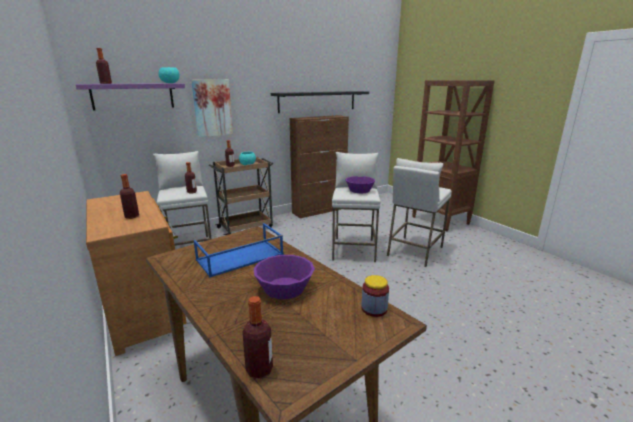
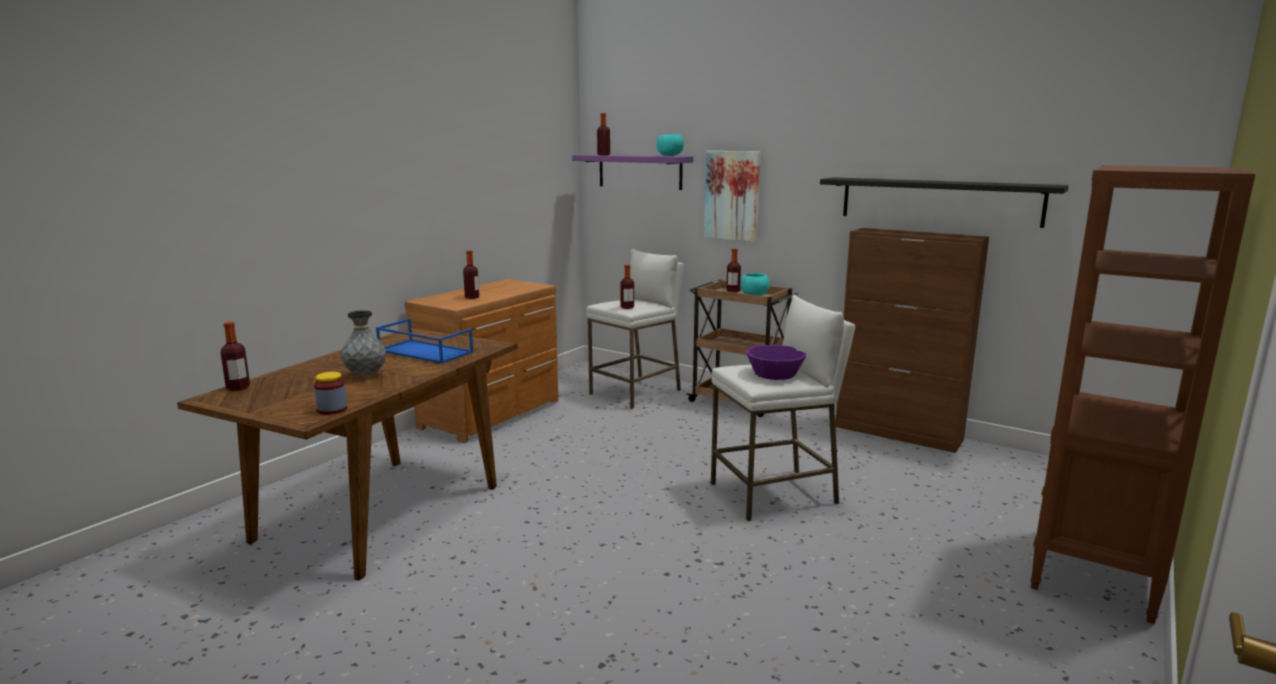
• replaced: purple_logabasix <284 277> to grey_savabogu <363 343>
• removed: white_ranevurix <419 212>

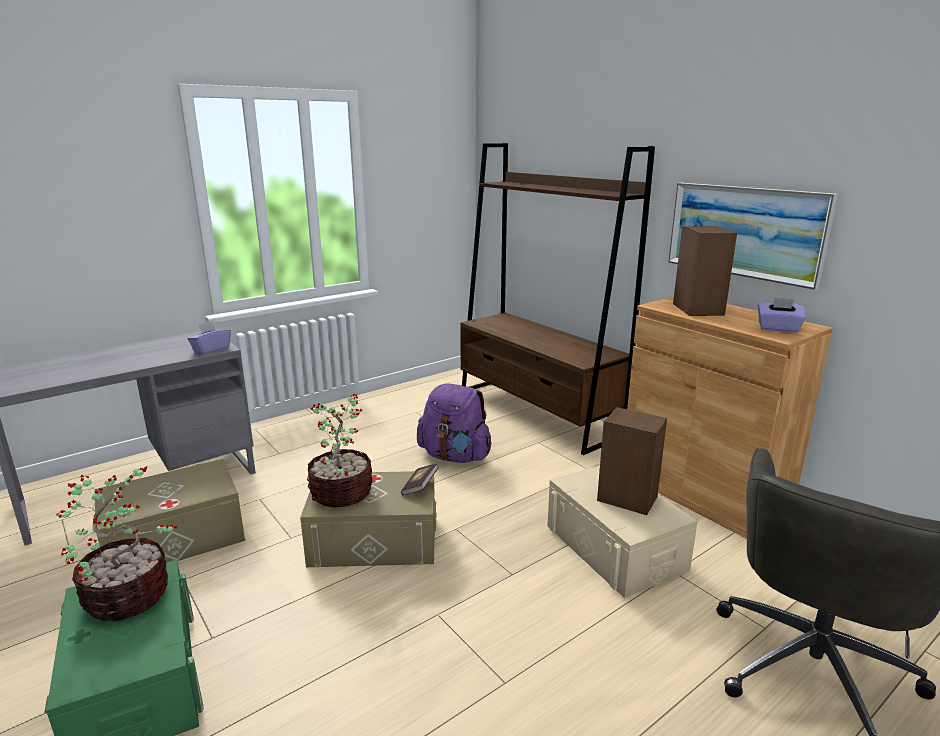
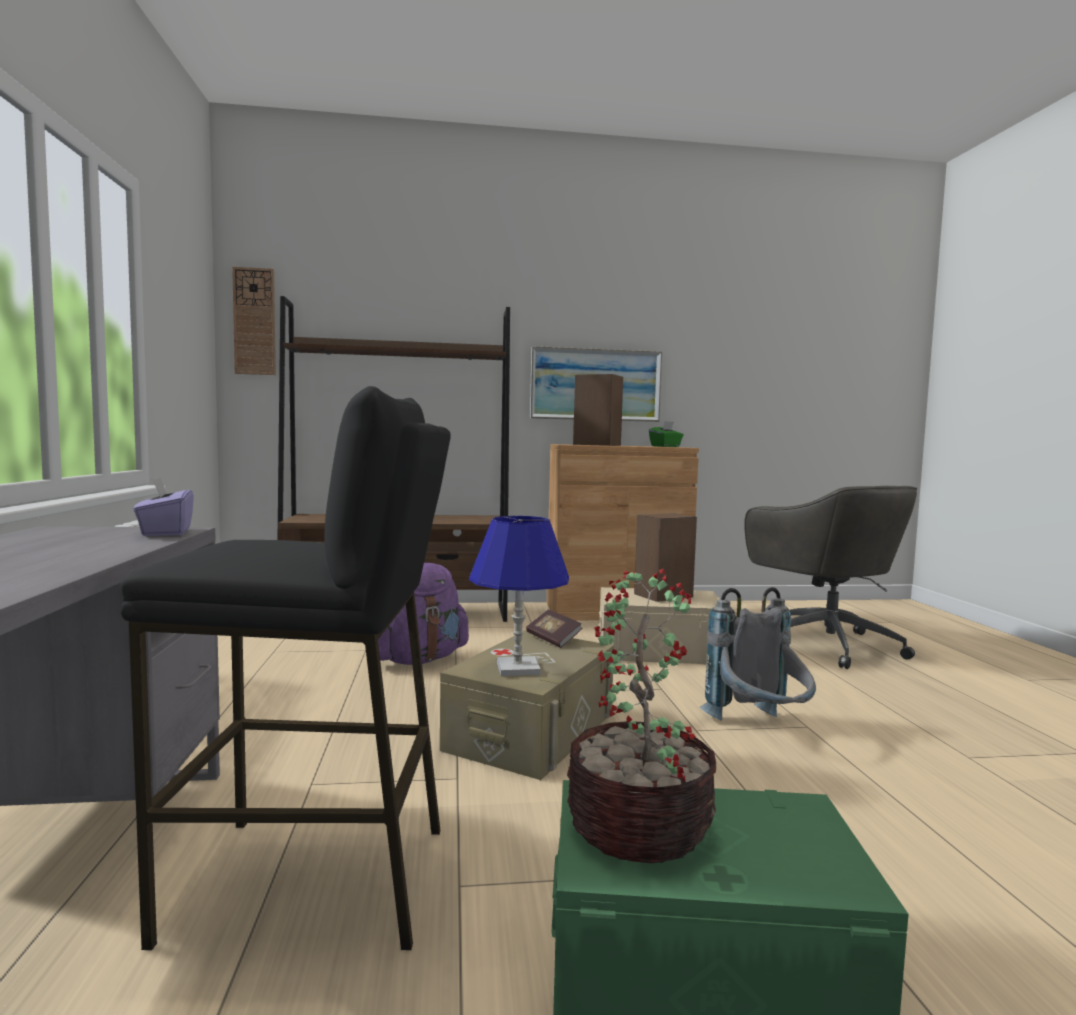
• replaced: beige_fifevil <169 510> to black_ranevurix <285 668>
• added: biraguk <254 320>
• replaced: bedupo <339 451> to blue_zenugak <519 596>
• recoloured: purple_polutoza <782 314> to green_polutoza <666 434>
• added: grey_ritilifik <758 654>

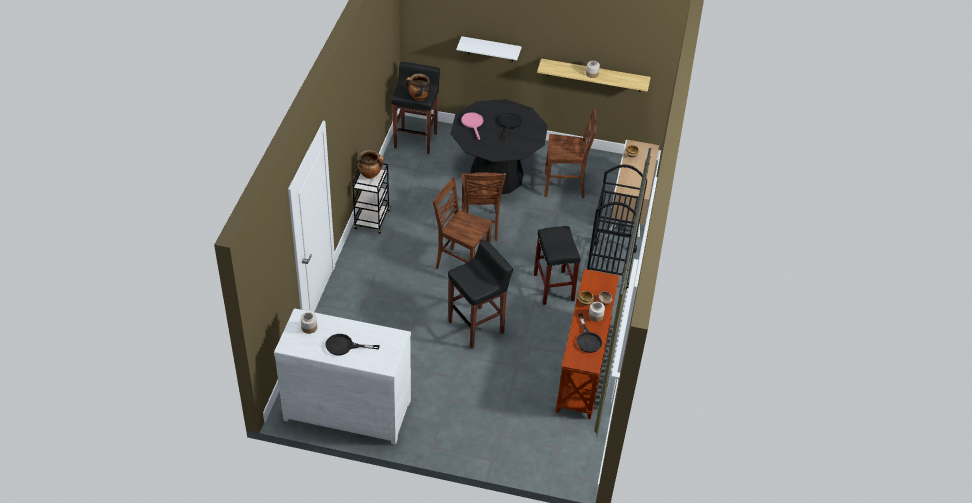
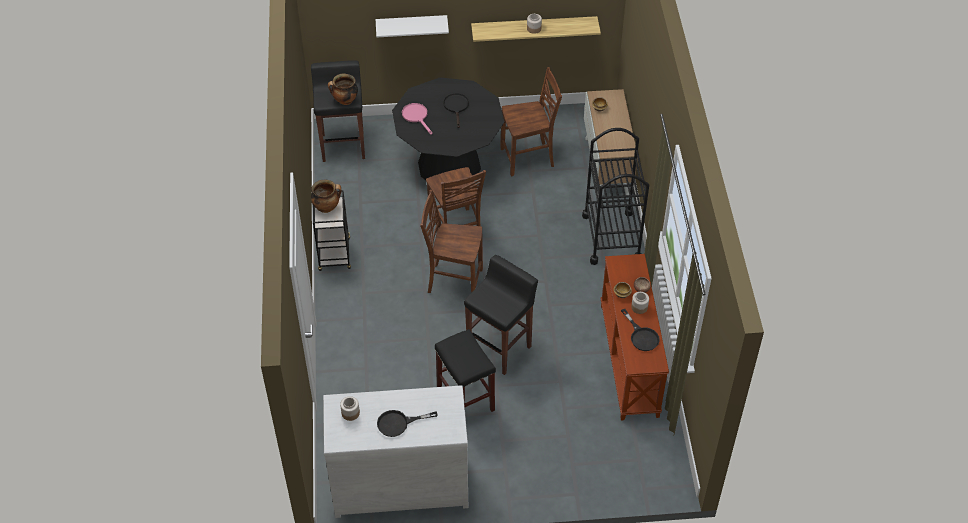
• moved: black_ranevurix <557 265> to <465 370>

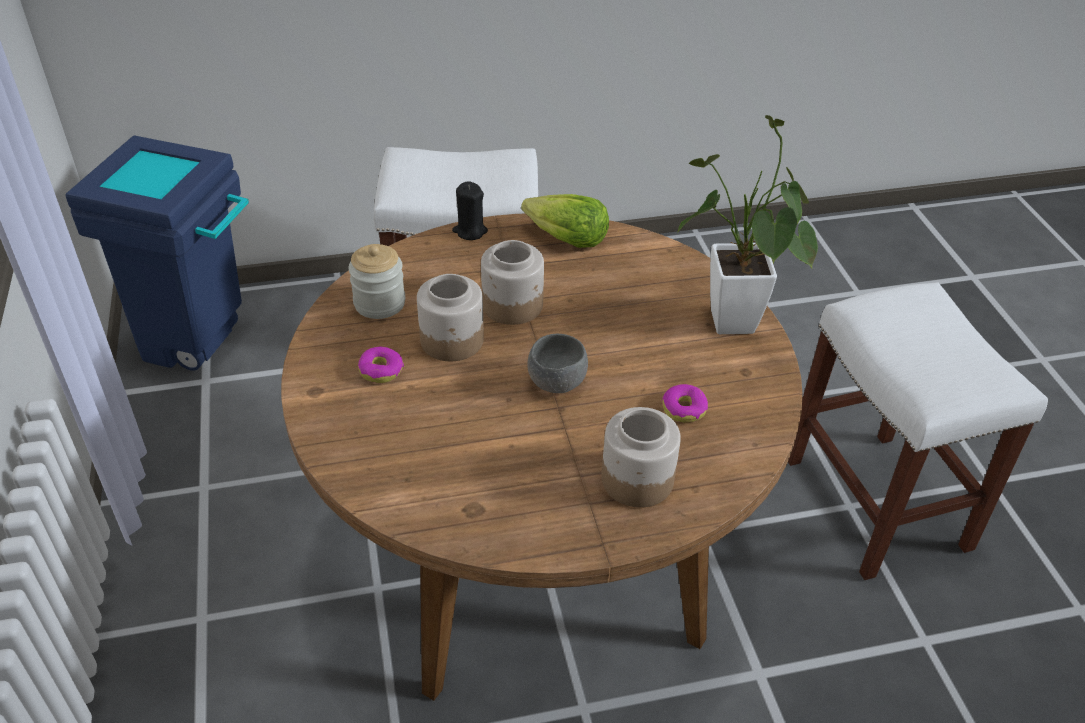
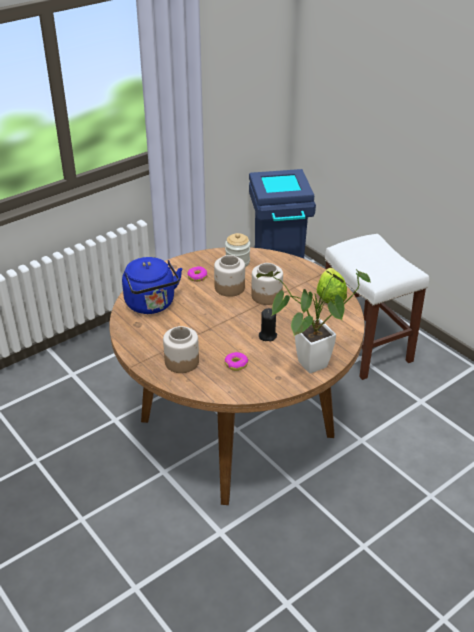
• added: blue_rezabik <152 285>
• moved: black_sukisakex <470 210> to <268 324>
• removed: grey_logabasix <558 363>
• removed: white_ranevurix <918 431>

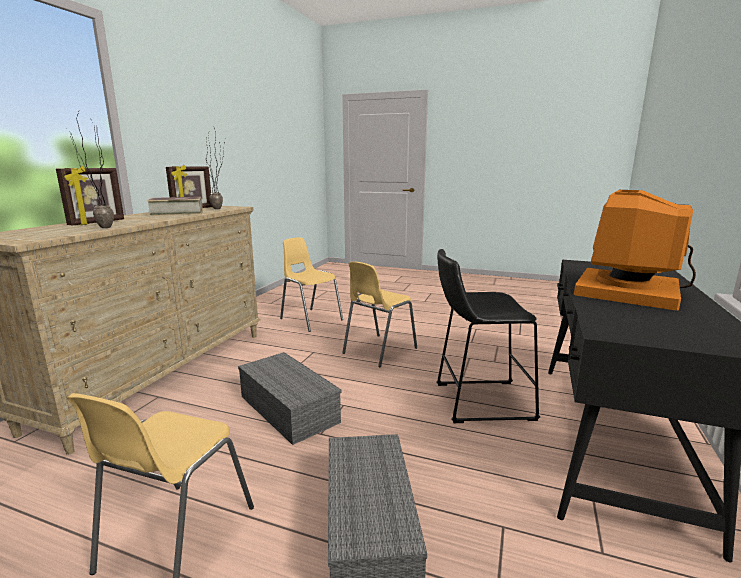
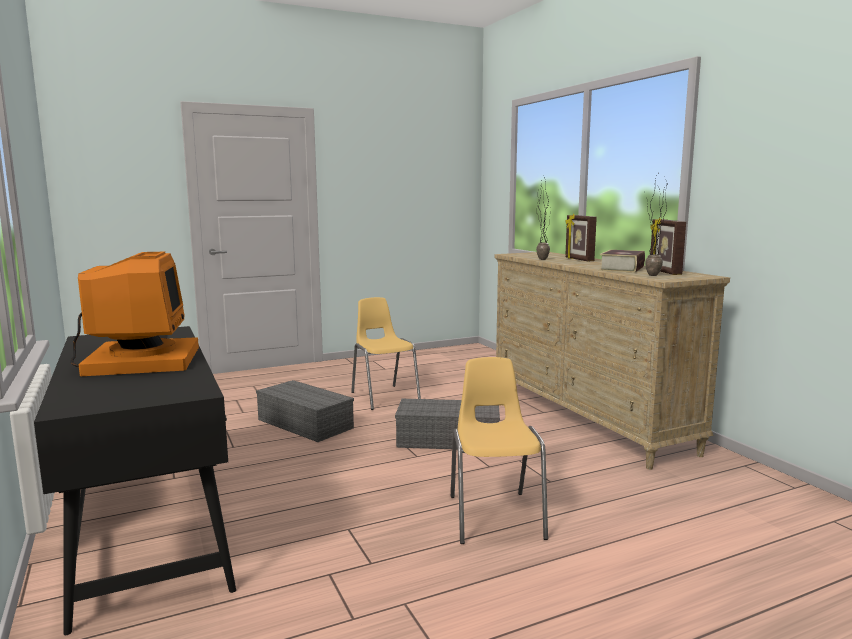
• removed: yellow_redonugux <311 284>
• removed: black_ranevurix <488 336>

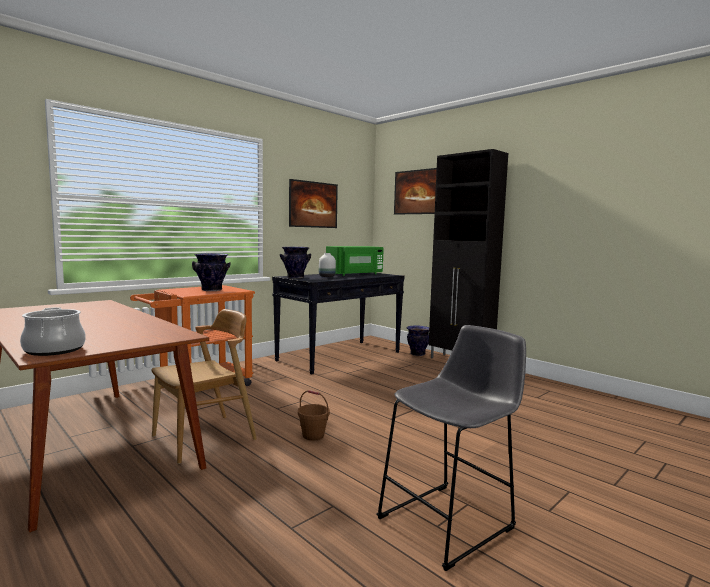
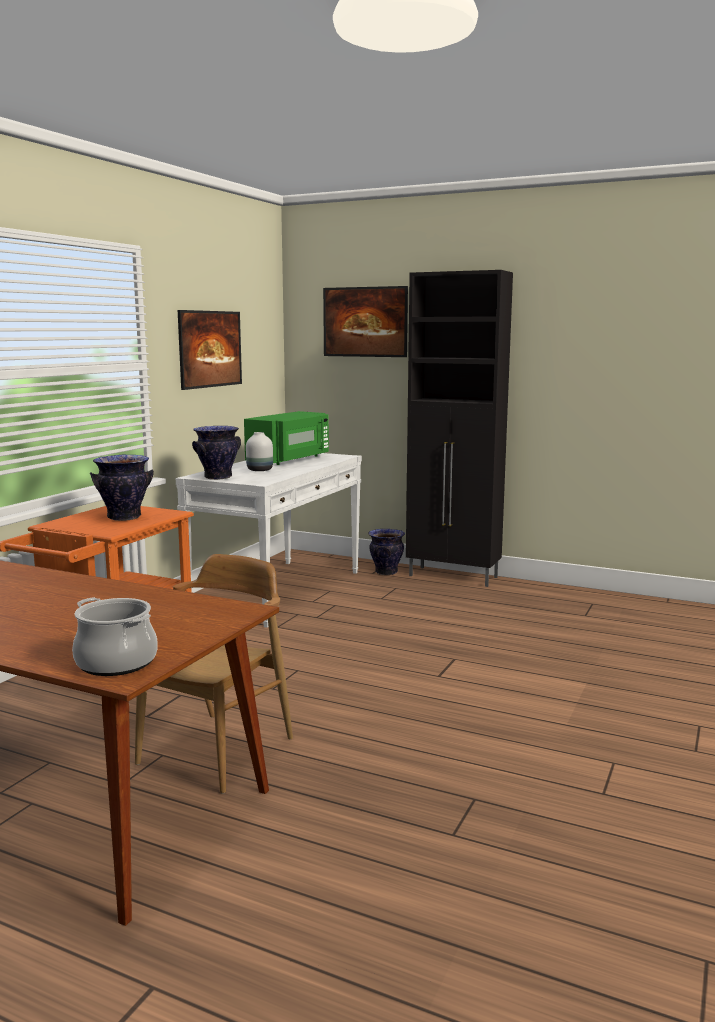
• recoloured: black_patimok <338 323> to white_patimok <269 540>
• removed: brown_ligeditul <314 415>
• removed: grey_ranevurix <451 448>

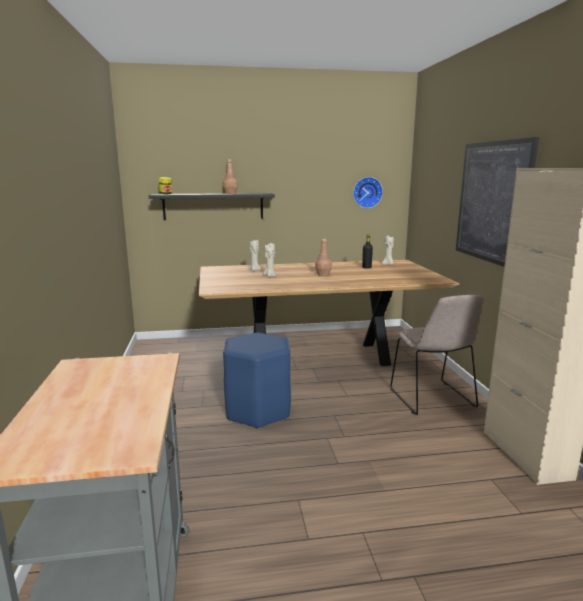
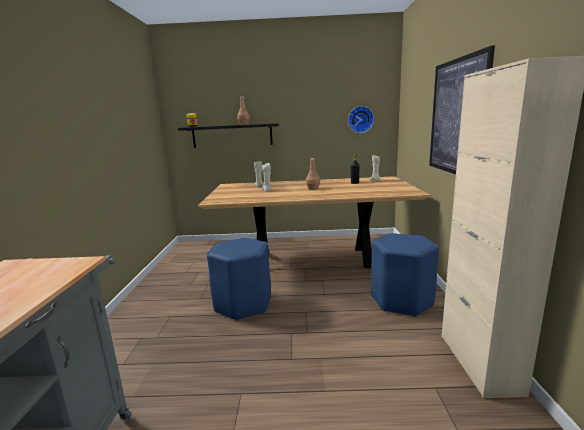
• replaced: beige_redonugux <437 355> to blue_ranevurix <405 275>

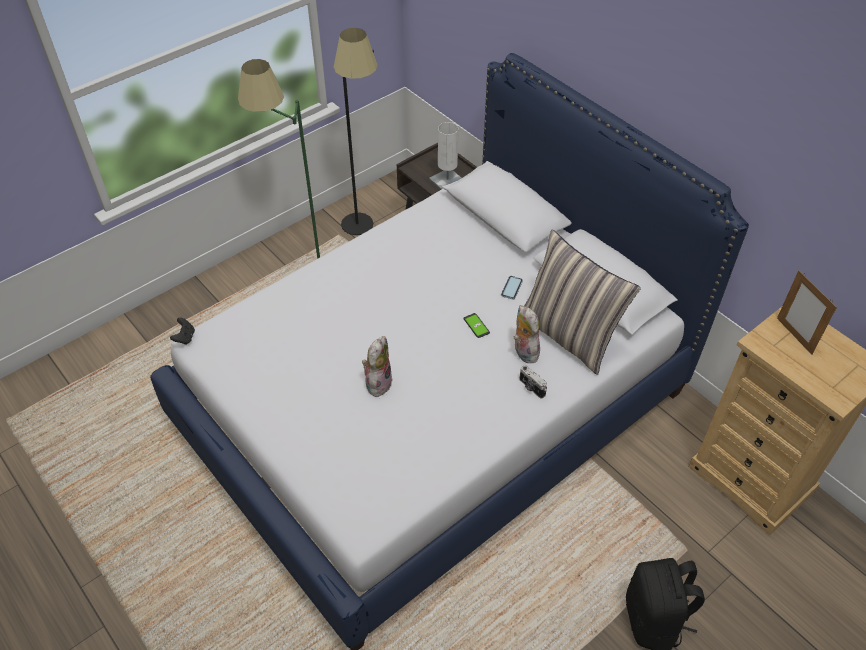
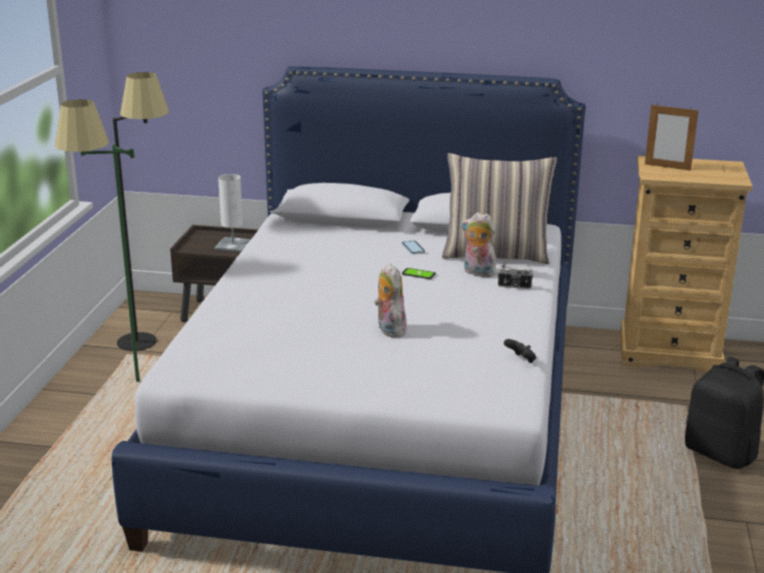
• moved: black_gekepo <182 331> to <520 351>

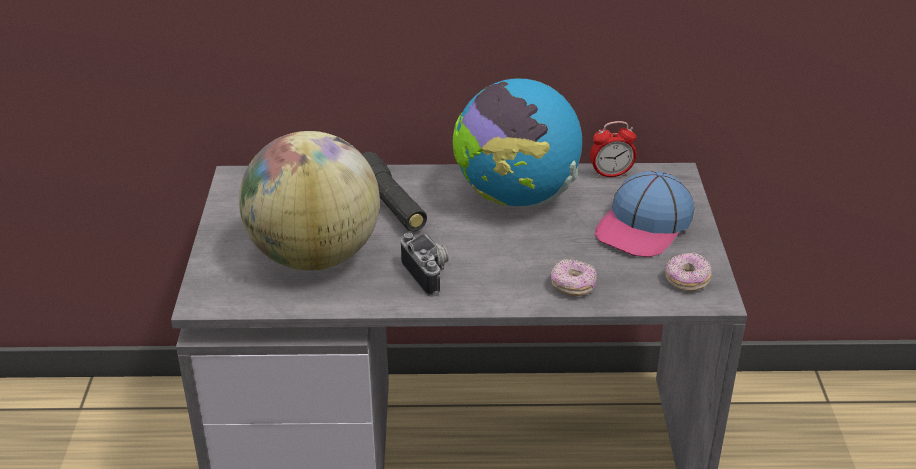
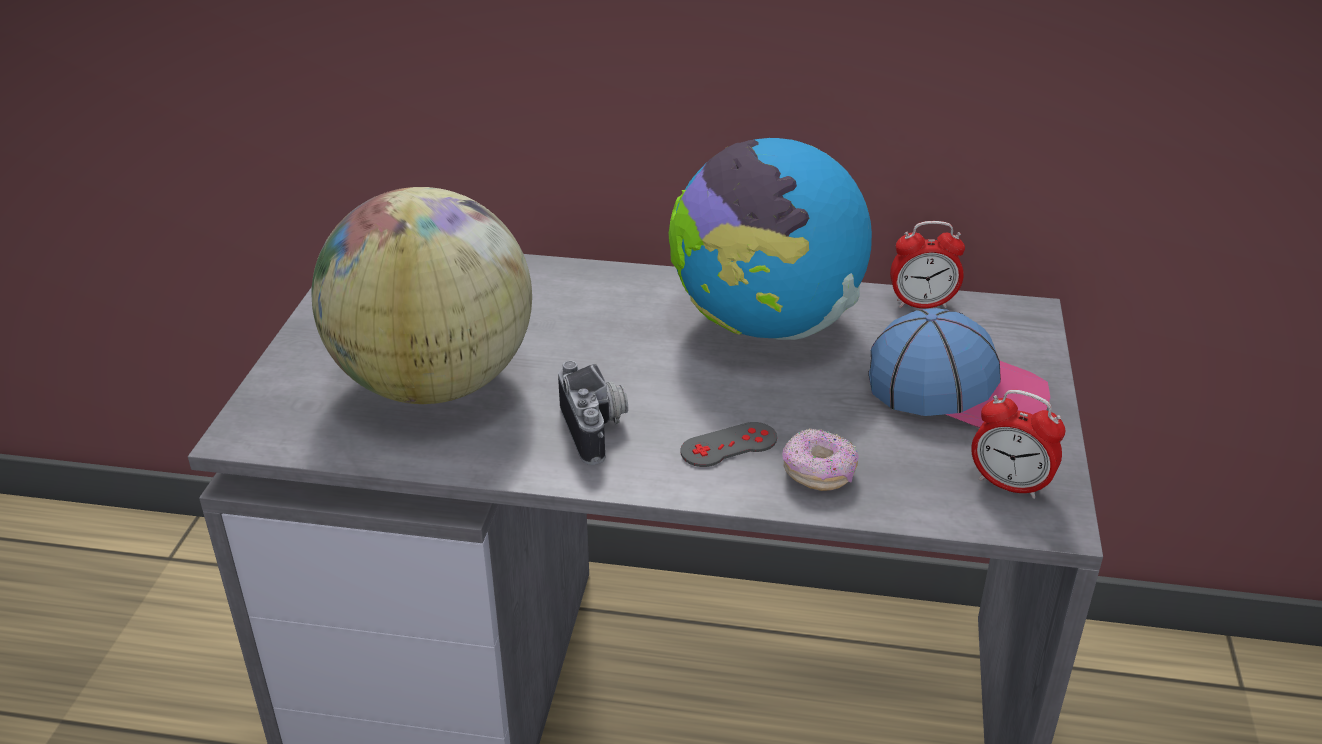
• added: grey_gekepo <728 444>
• turned: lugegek <644 214> = <959 368> 120 degrees counterclockwise
• replaced: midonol <688 272> to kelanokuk <1018 444>
• removed: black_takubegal <394 191>

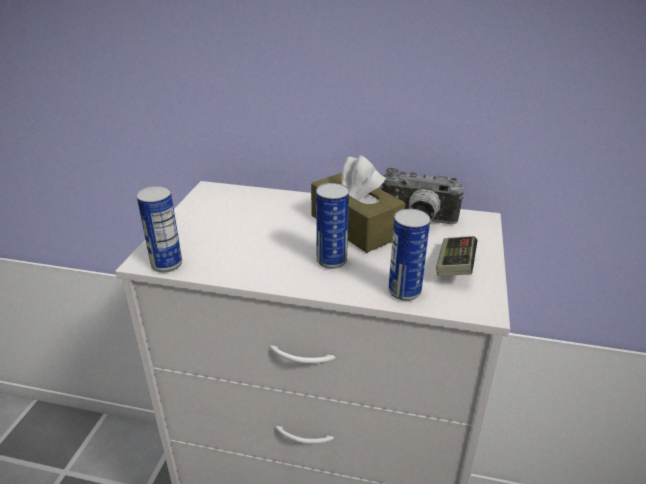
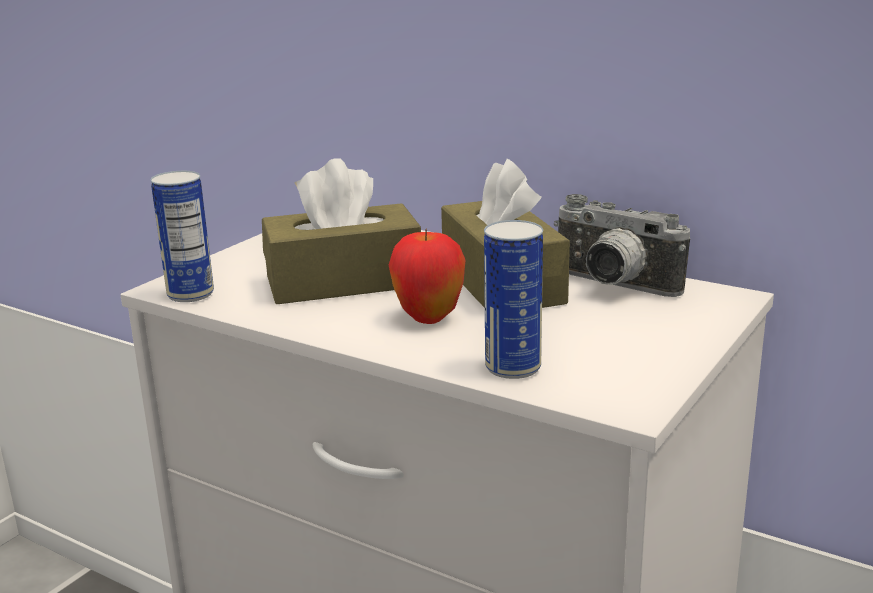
• added: brown_polutoza <341 231>
• replaced: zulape <332 226> to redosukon <427 276>
• removed: gekepo <457 256>

